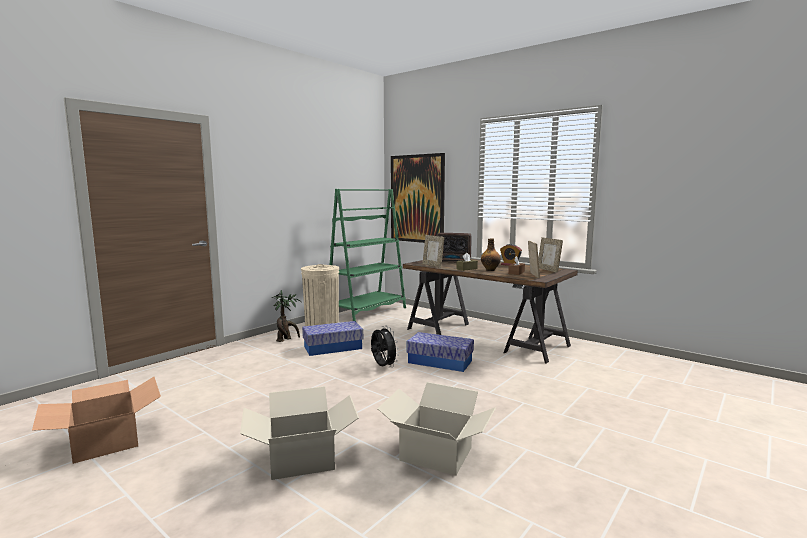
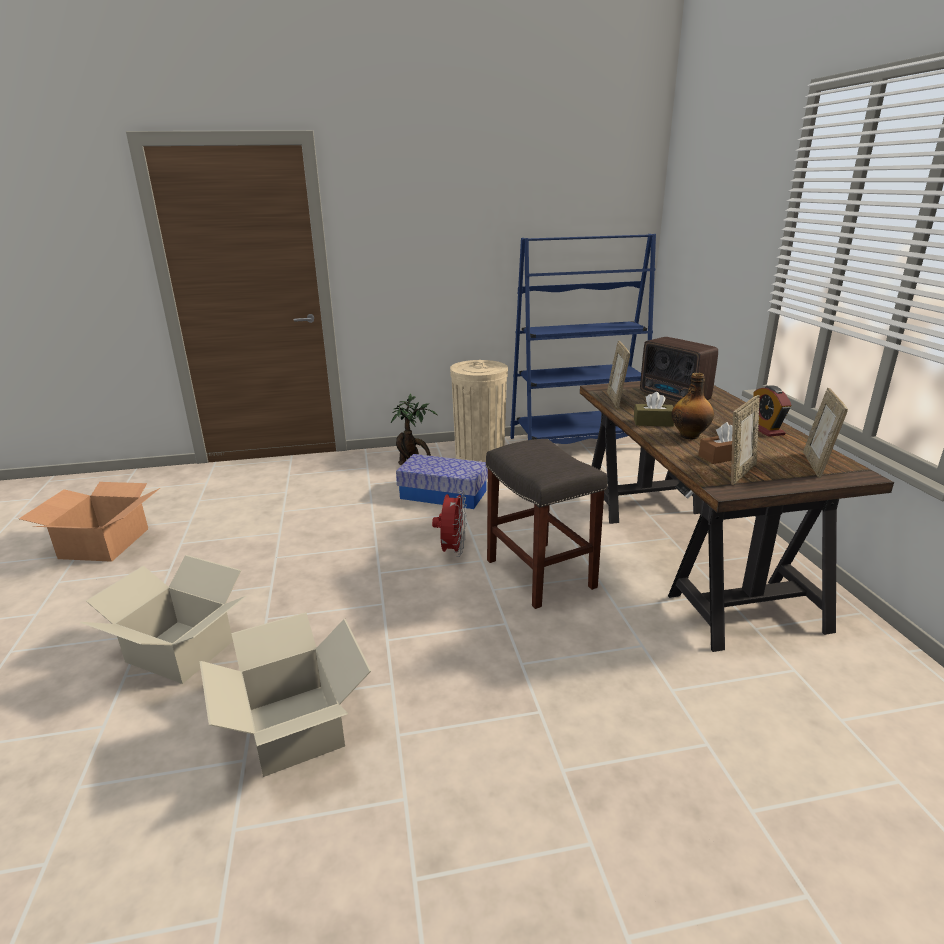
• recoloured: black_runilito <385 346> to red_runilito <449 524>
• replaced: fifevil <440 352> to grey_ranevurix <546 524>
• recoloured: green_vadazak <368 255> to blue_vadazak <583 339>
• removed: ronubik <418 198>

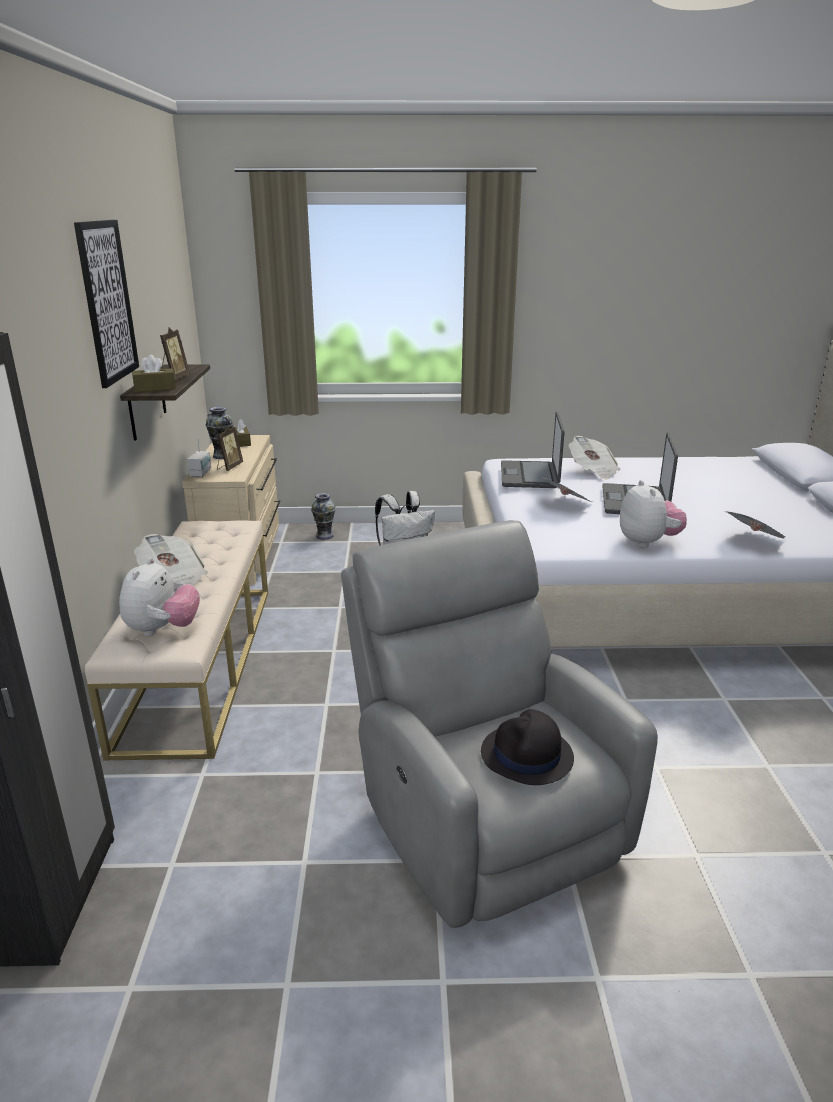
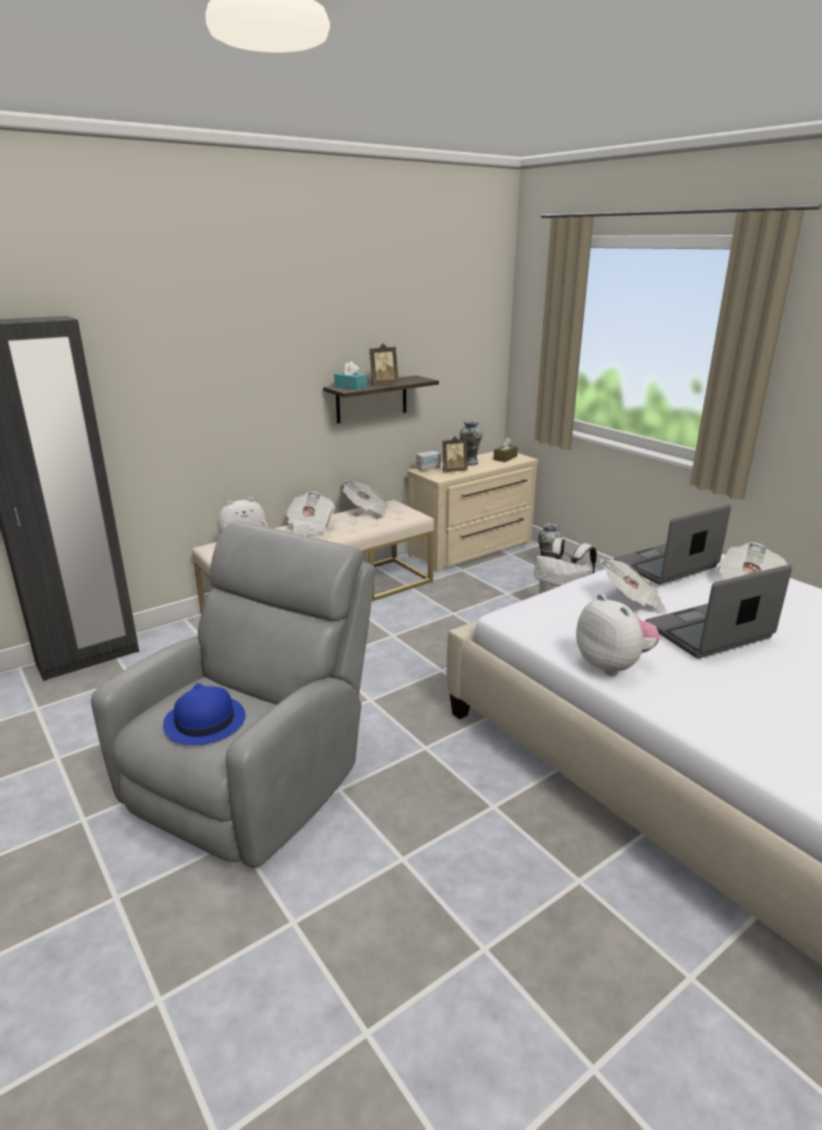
• recoloured: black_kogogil <527 747> to blue_kogogil <204 714>
• recoloured: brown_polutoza <154 373> to turquoise_polutoza <350 375>
• moved: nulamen <756 525> to <365 497>
• turned: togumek <653 514> = <618 635> 75 degrees counterclockwise
• removed: ronubik <106 304>

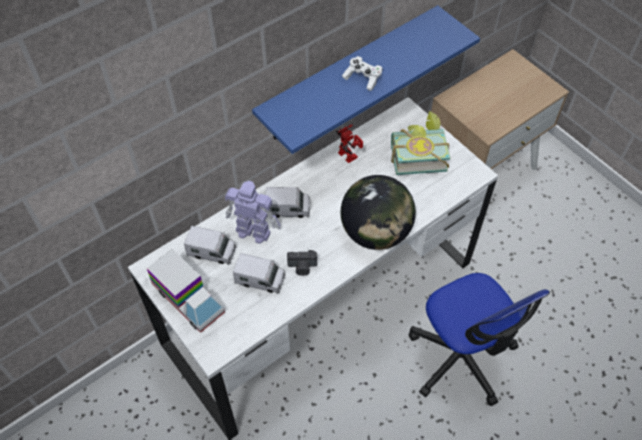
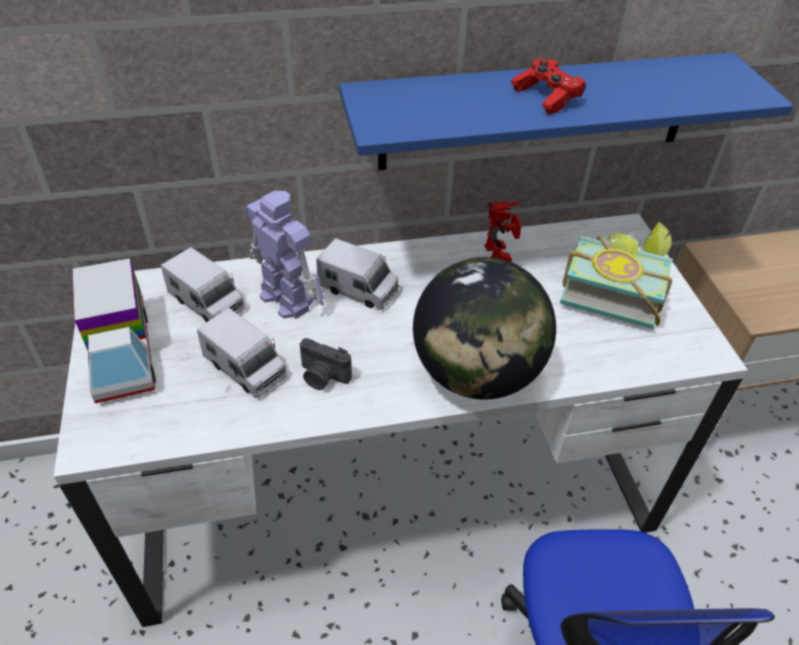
• recoloured: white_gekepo <362 73> to red_gekepo <548 87>

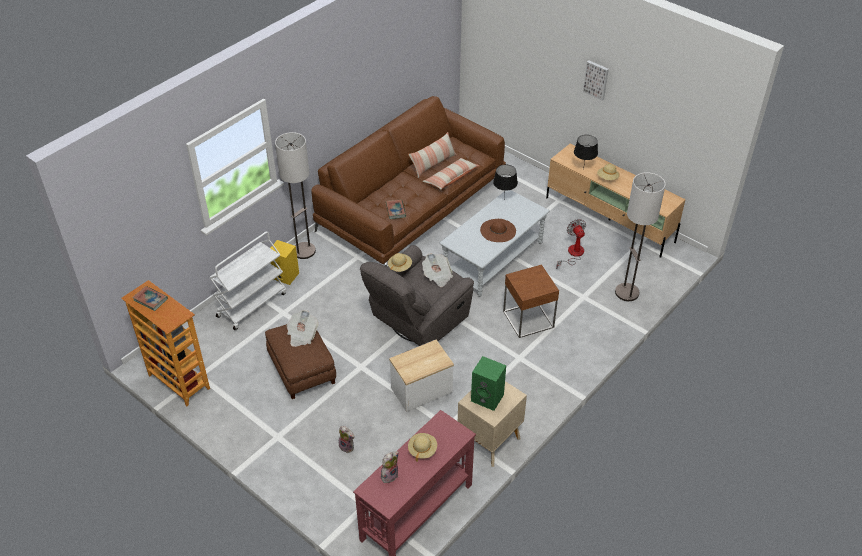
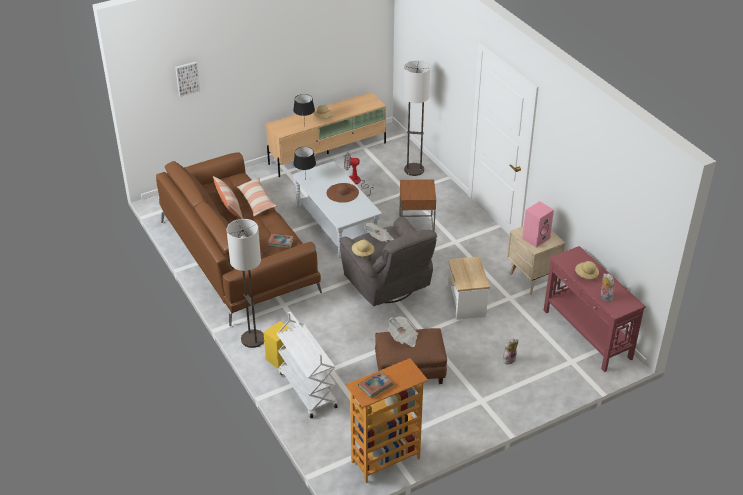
• moved: ronubik <596 80> to <187 79>
• recoloured: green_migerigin <488 383> to pink_migerigin <538 224>

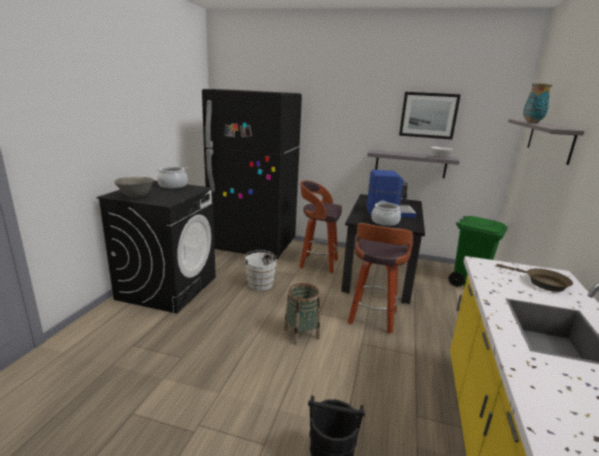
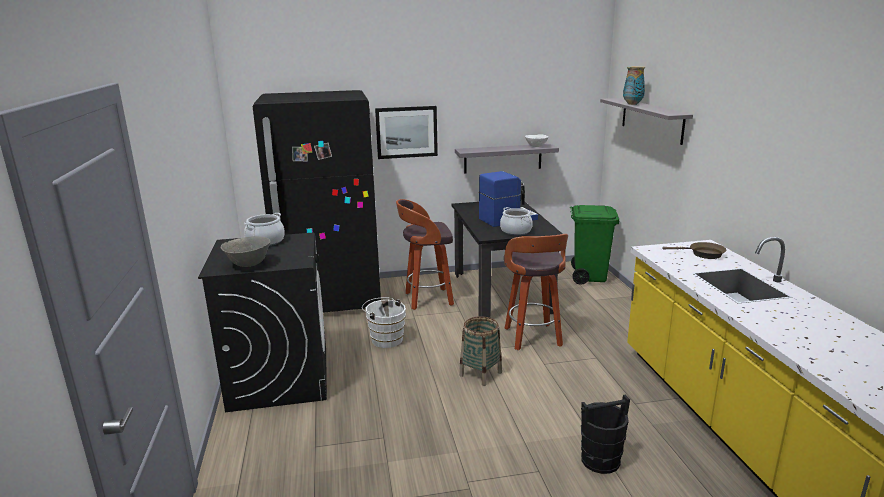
• moved: ronubik <430 116> to <406 132>

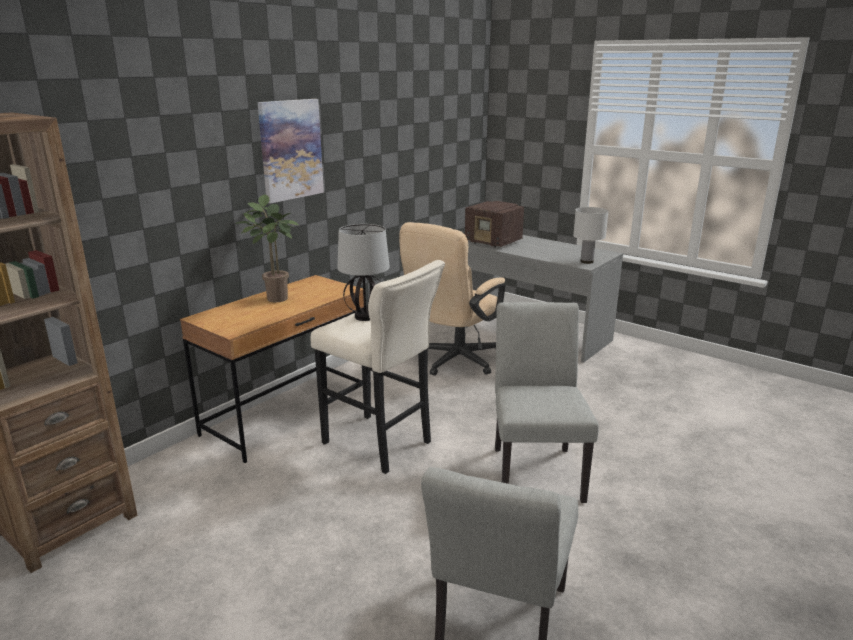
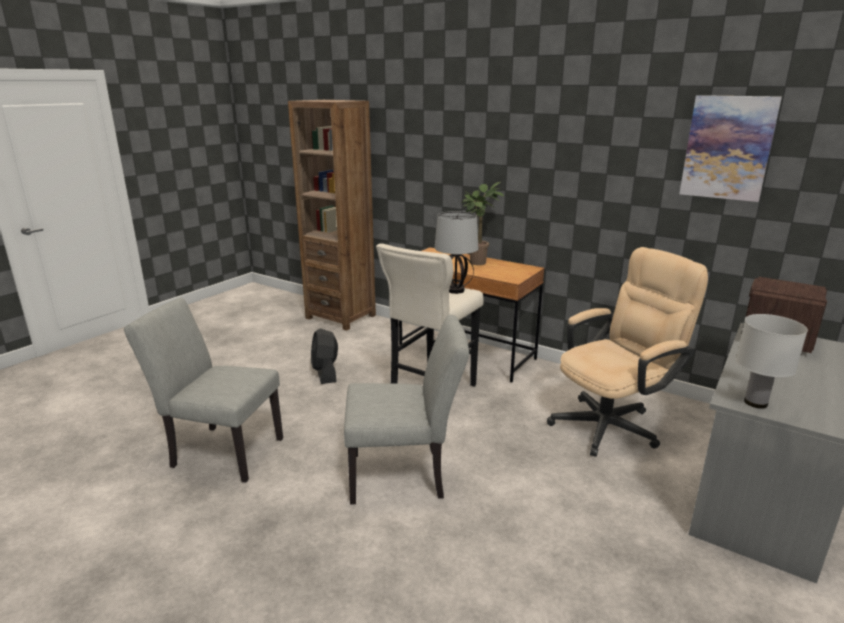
• added: black_runilito <324 356>
• turned: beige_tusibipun <452 299> = <627 352> 120 degrees clockwise
• moved: ronubik <291 151> to <730 148>

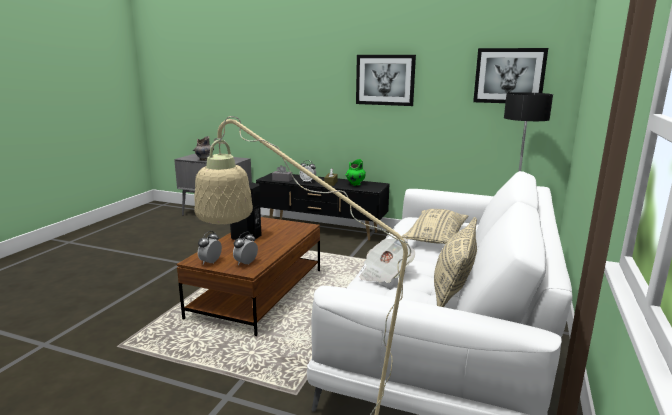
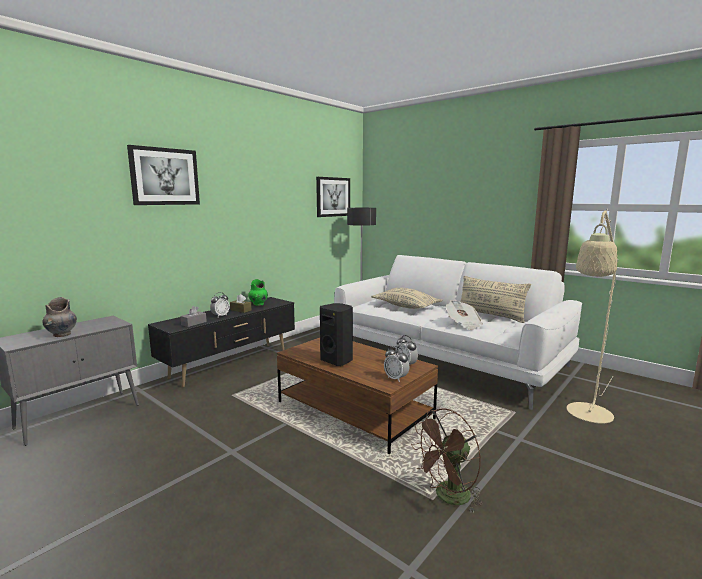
• moved: ronubik <386 80> to <163 175>
• added: brown_runilito <446 461>

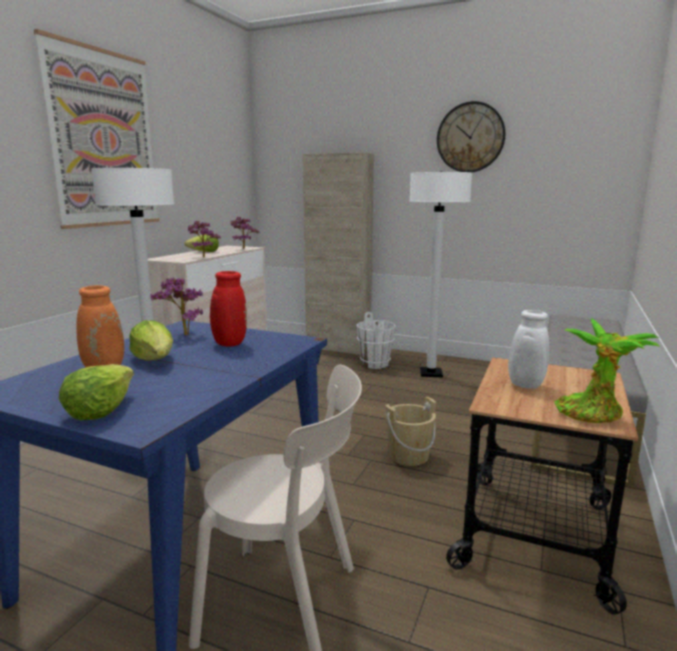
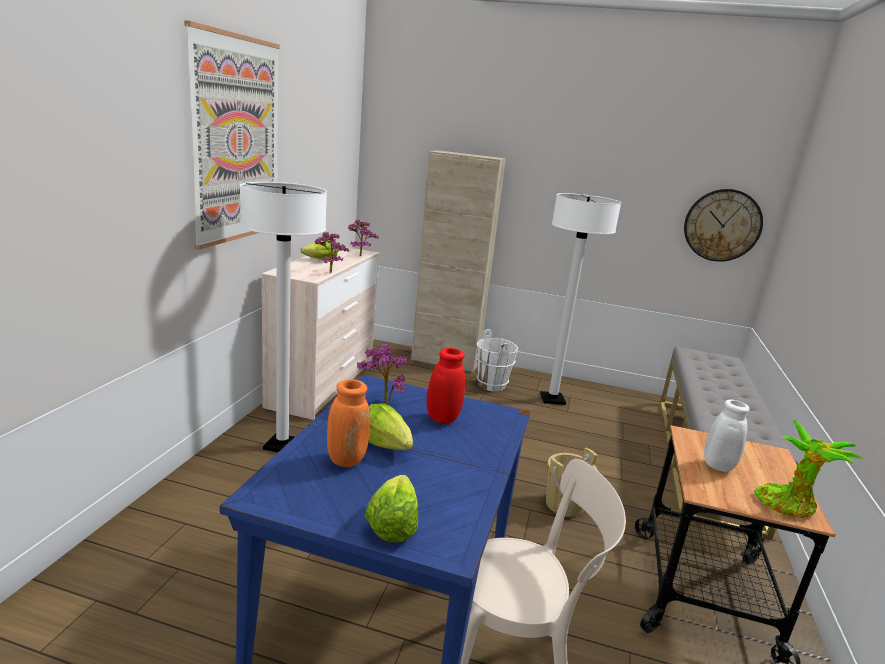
• moved: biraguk <471 136> to <723 225>

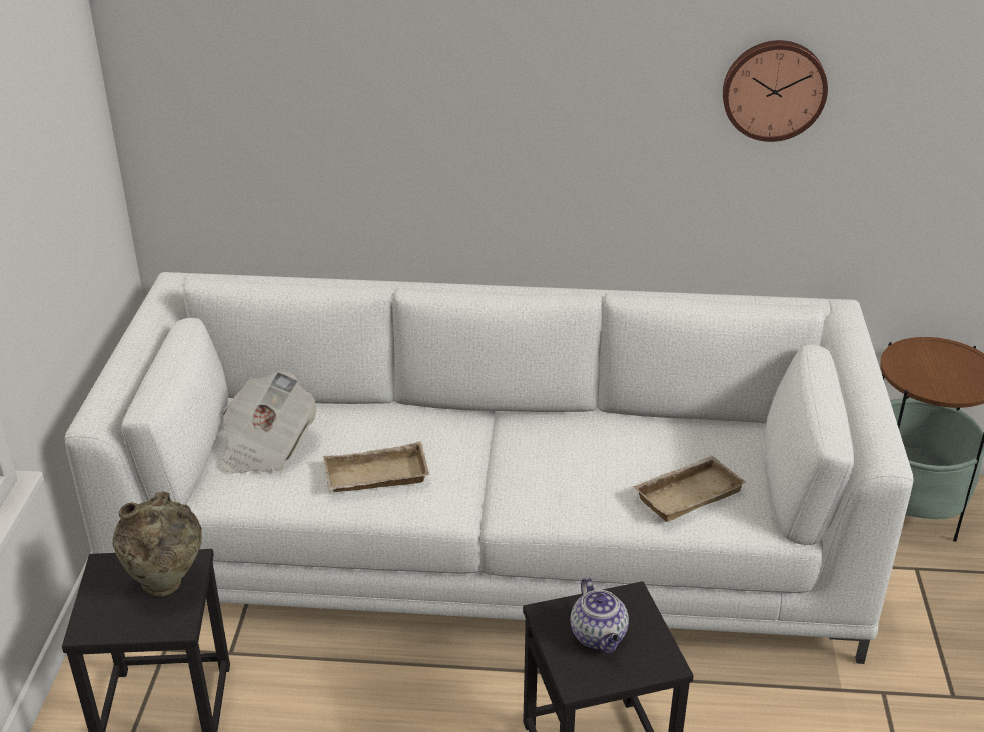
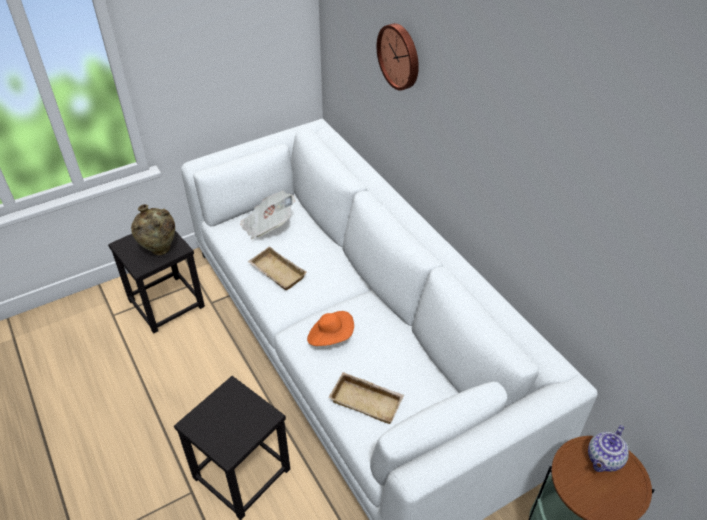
• added: orange_kogogil <330 328>
• moved: biraguk <775 91> to <398 57>
• moved: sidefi <600 615> to <608 448>

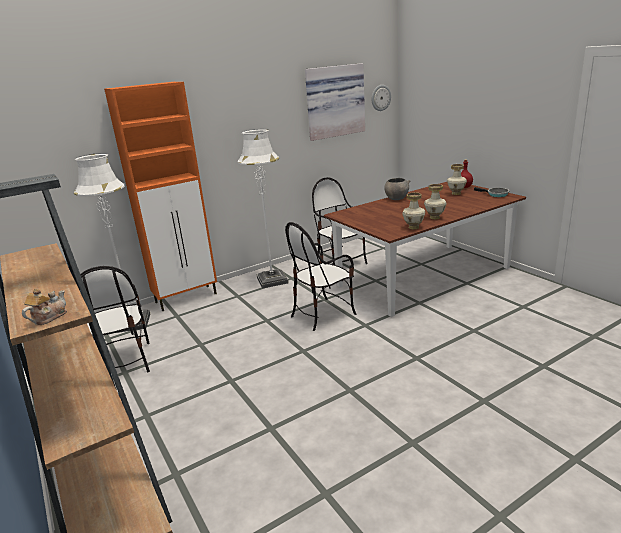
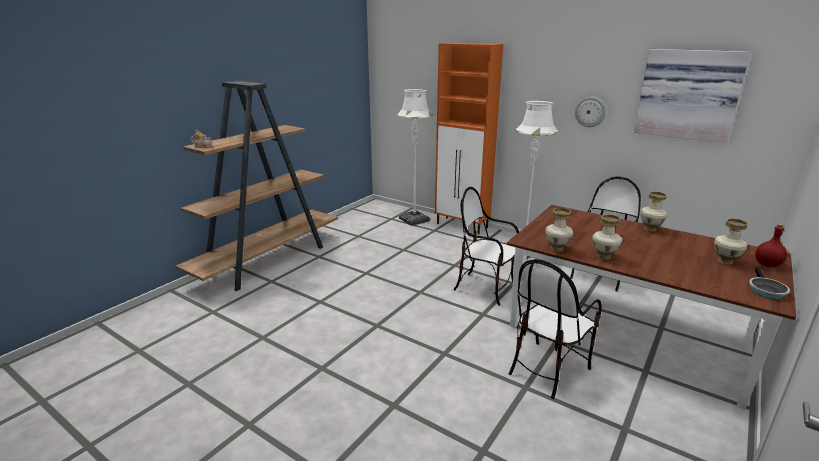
• moved: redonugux <115 319> to <555 329>
• moved: biraguk <381 98> to <590 112>
• replaced: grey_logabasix <397 189> to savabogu <653 212>

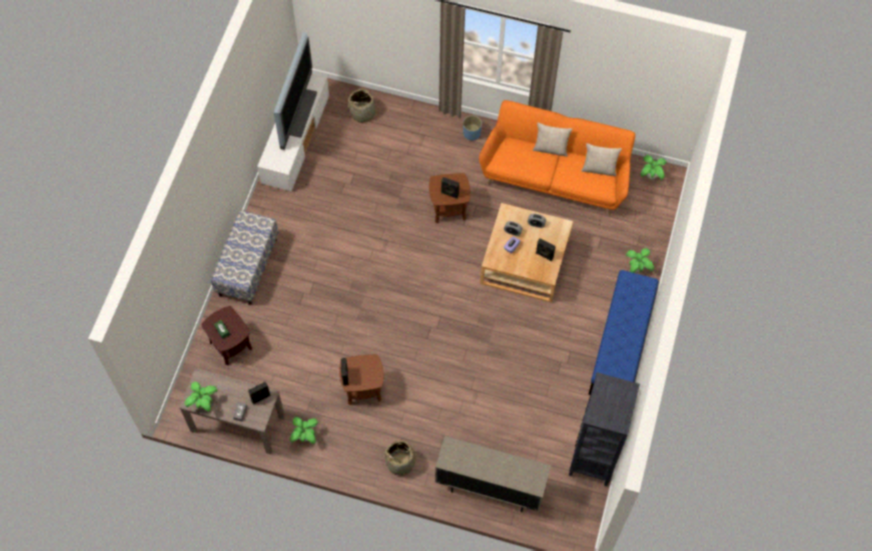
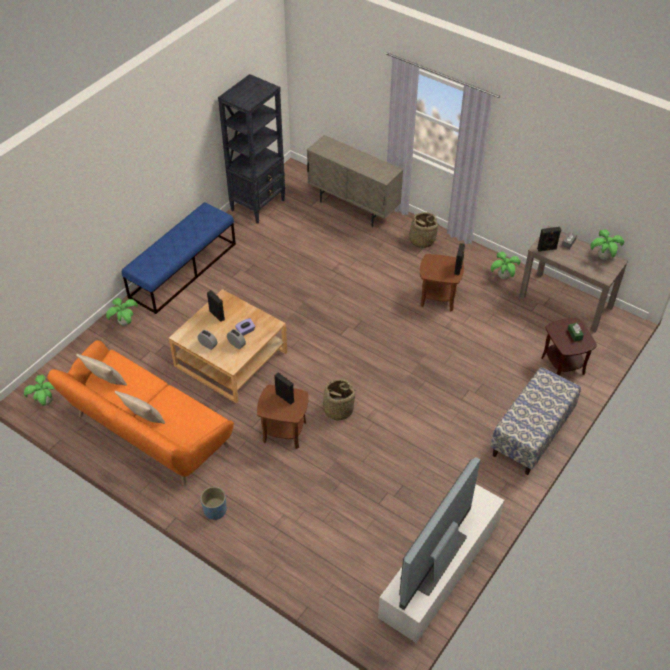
• moved: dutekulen <363 106> to <335 400>

